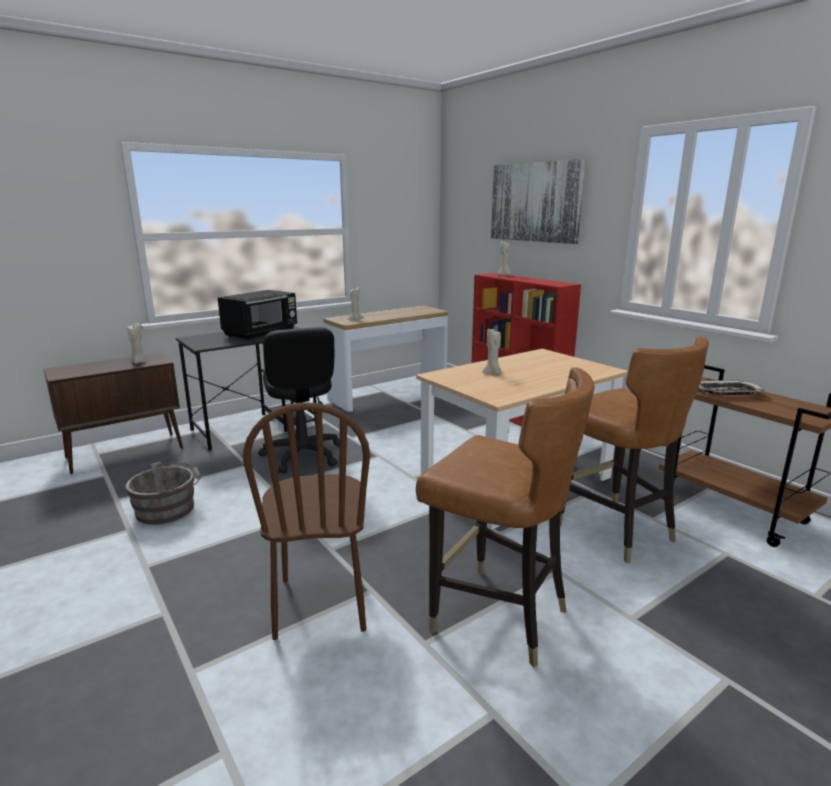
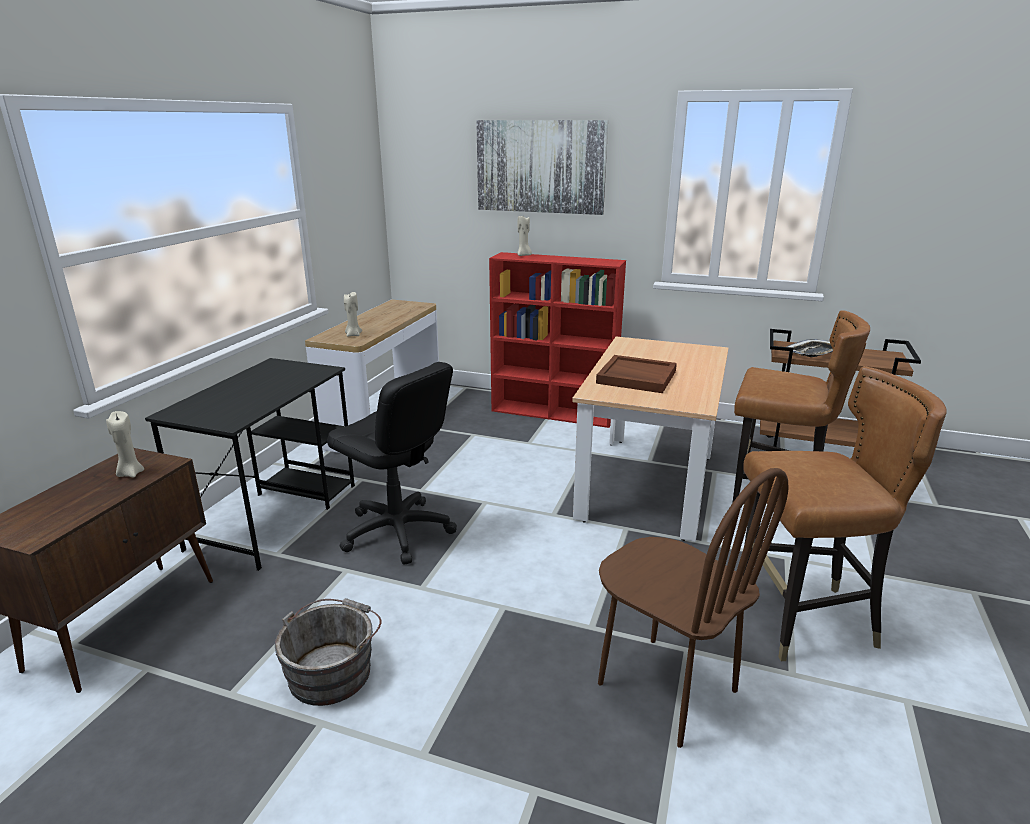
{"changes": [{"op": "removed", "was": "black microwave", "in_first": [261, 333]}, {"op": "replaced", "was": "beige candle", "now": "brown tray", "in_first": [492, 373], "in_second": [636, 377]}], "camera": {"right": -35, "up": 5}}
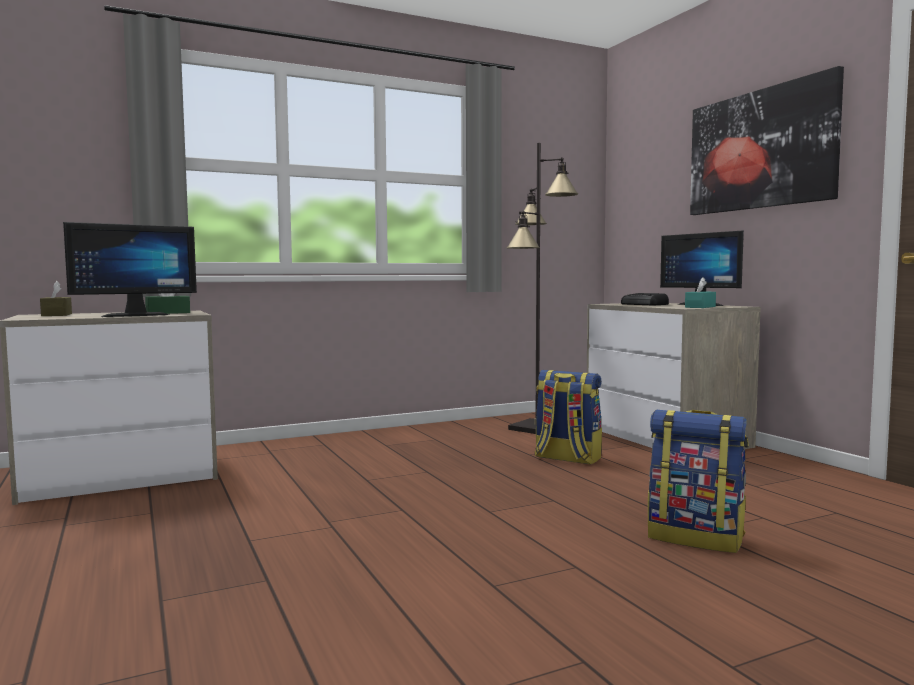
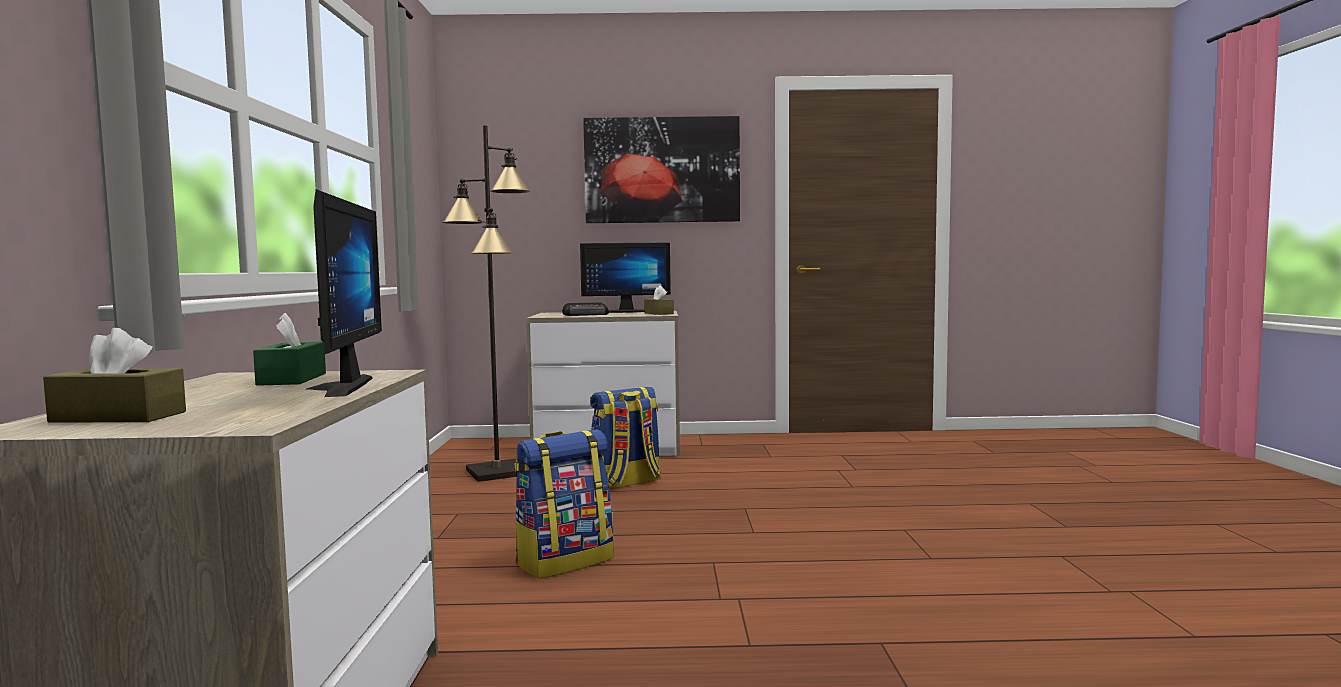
{"changes": [{"op": "recoloured", "was": "turquoise tissue box", "now": "brown tissue box", "in_first": [700, 307], "in_second": [658, 313]}, {"op": "moved", "was": "backpack", "in_first": [696, 537], "in_second": [565, 561]}], "camera": {"right": -65, "up": 0}}
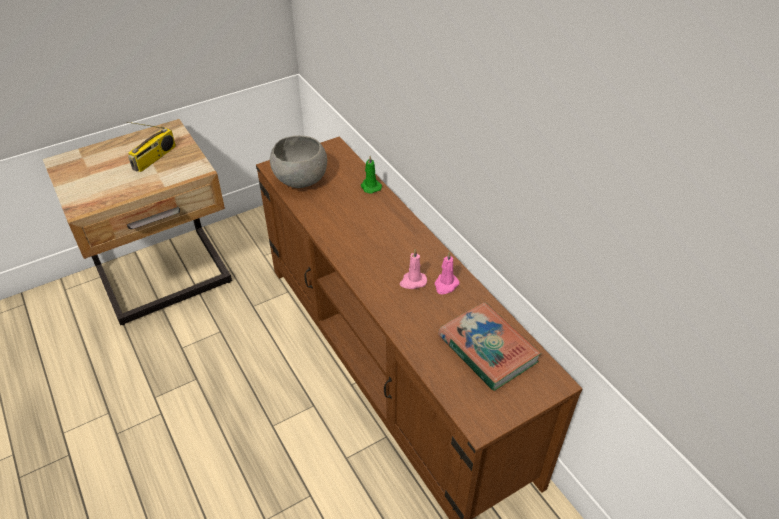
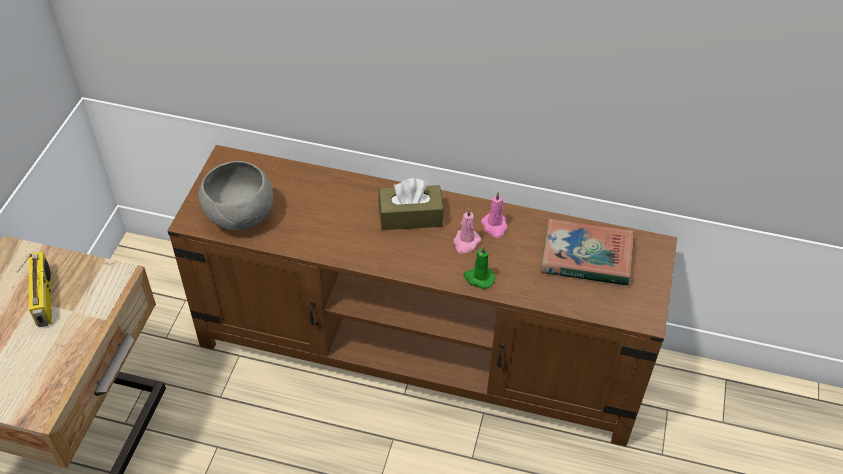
{"changes": [{"op": "moved", "was": "green candle", "in_first": [370, 186], "in_second": [478, 278]}, {"op": "added", "now": "brown tissue box", "in_second": [410, 216]}], "camera": {"right": -45, "up": 5}}
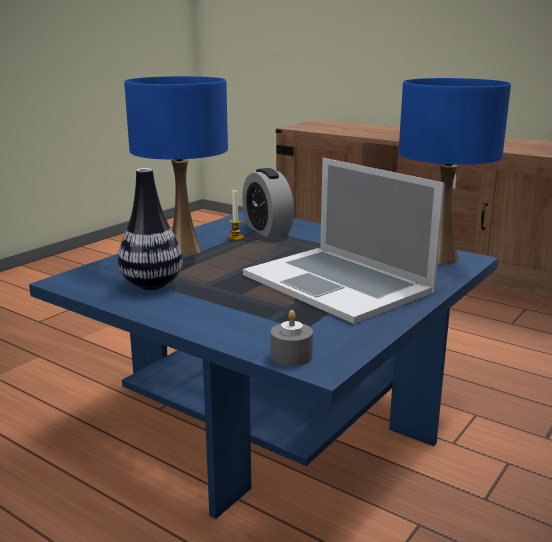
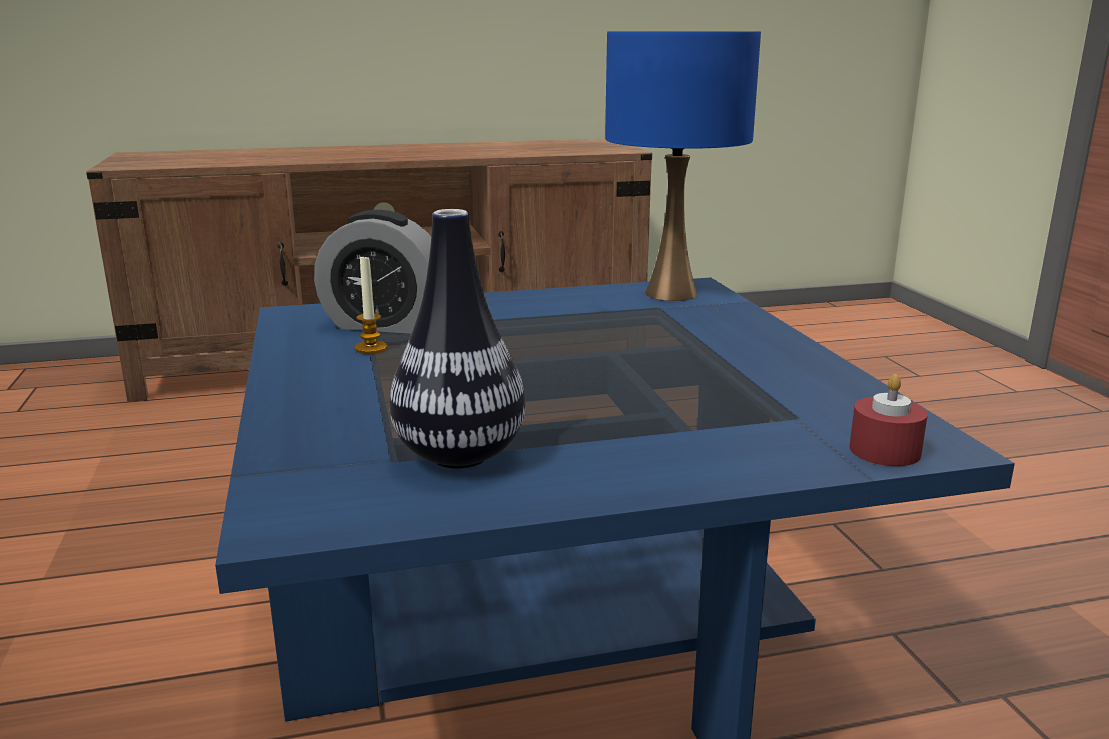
{"changes": [{"op": "removed", "was": "blue table lamp", "in_first": [183, 250]}, {"op": "removed", "was": "laptop", "in_first": [337, 283]}, {"op": "recoloured", "was": "grey candle", "now": "red candle", "in_first": [291, 356], "in_second": [884, 451]}], "camera": {"right": -50, "up": 0}}
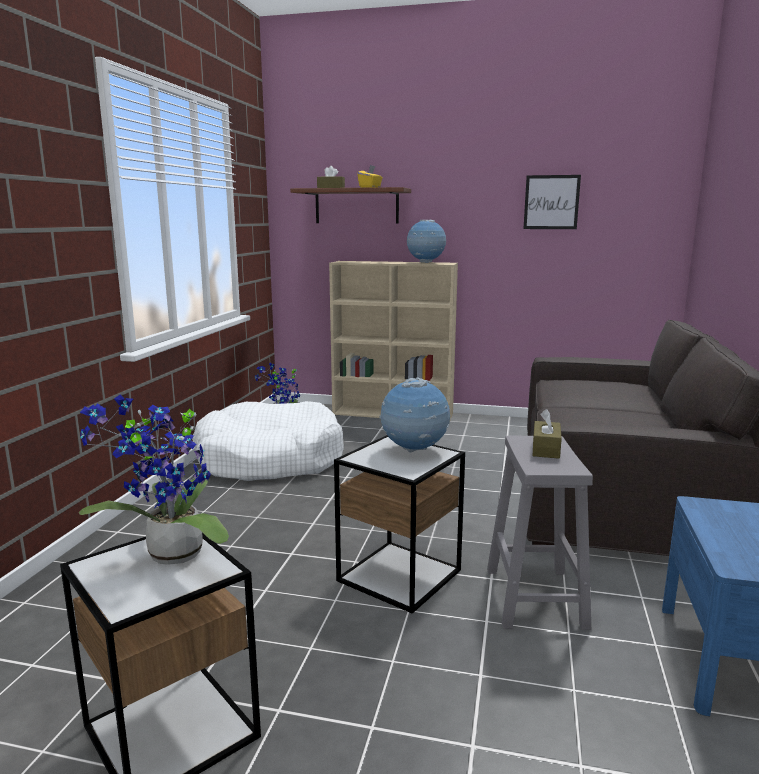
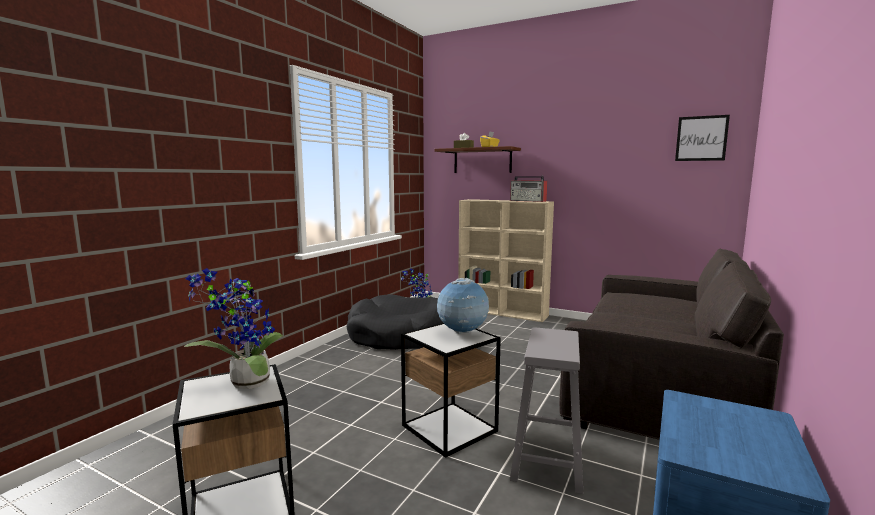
{"changes": [{"op": "moved", "was": "picture", "in_first": [551, 202], "in_second": [701, 138]}, {"op": "replaced", "was": "globe", "now": "radio", "in_first": [425, 263], "in_second": [528, 201]}, {"op": "recoloured", "was": "white dog bed", "now": "black dog bed", "in_first": [270, 459], "in_second": [399, 336]}, {"op": "removed", "was": "brown tissue box", "in_first": [546, 449]}], "camera": {"right": 15, "up": -5}}
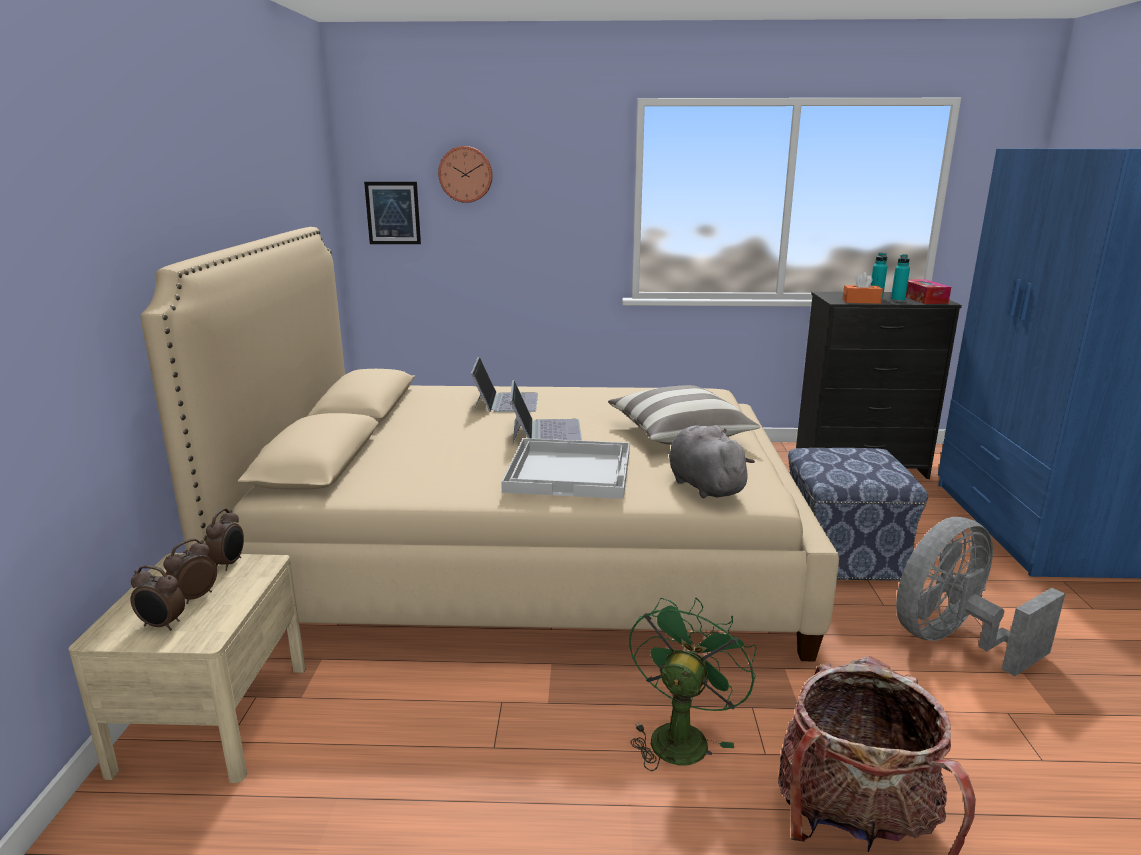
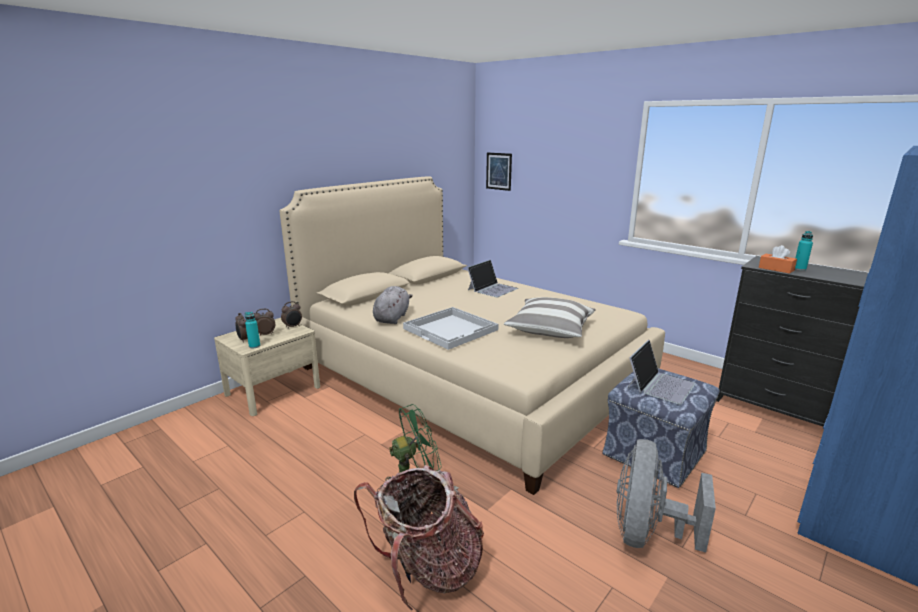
{"changes": [{"op": "removed", "was": "wall clock", "in_first": [466, 174]}, {"op": "moved", "was": "turquoise bottle", "in_first": [897, 300], "in_second": [254, 346]}, {"op": "removed", "was": "tissue box", "in_first": [923, 299]}, {"op": "moved", "was": "laptop", "in_first": [545, 431], "in_second": [660, 385]}, {"op": "moved", "was": "grey plush toy", "in_first": [703, 485], "in_second": [392, 318]}, {"op": "turned", "was": "grey fan", "in_first": [953, 640], "in_second": [648, 533], "clockwise": -75}], "camera": {"right": 40, "up": 0}}
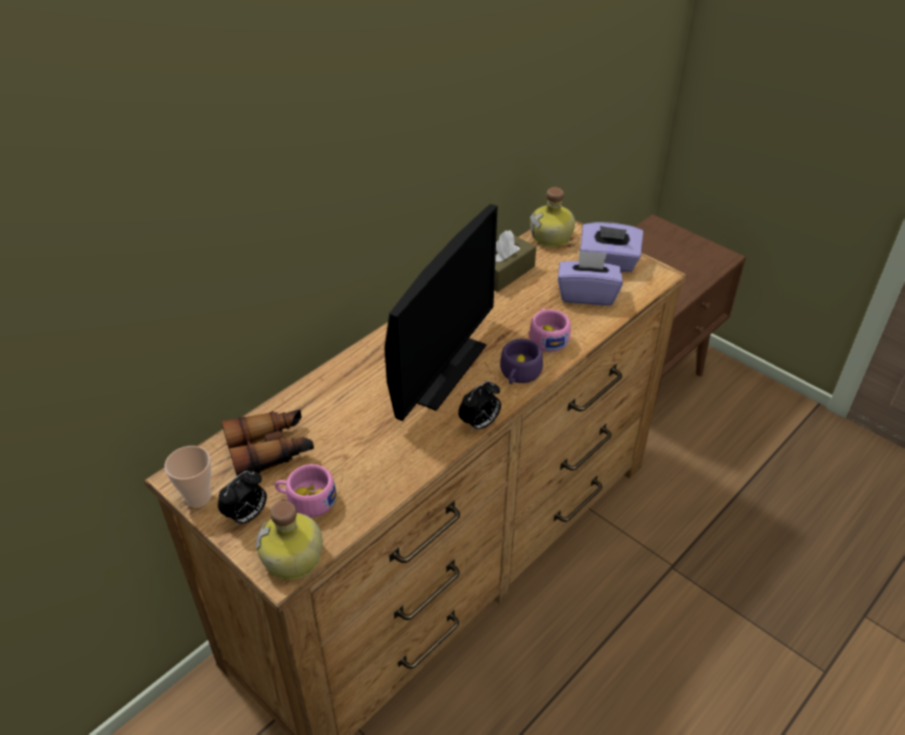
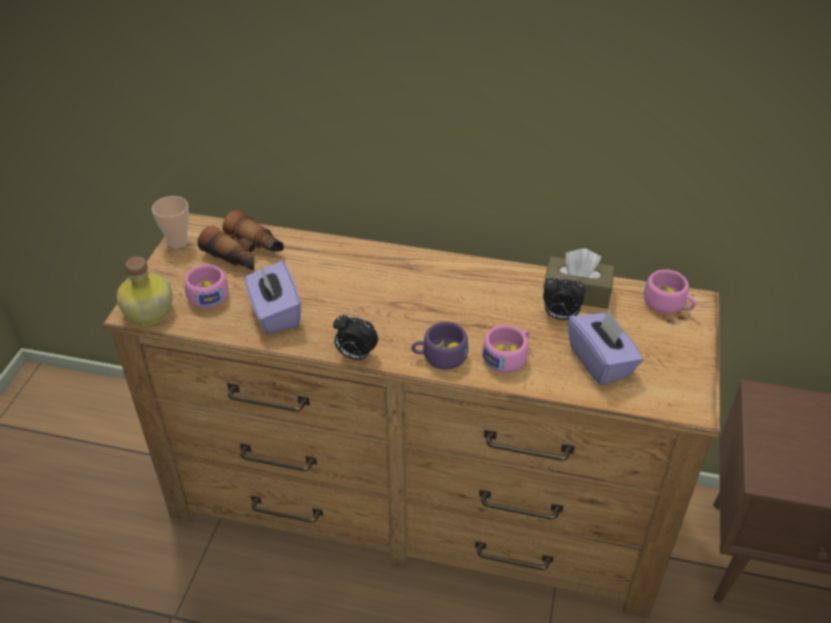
{"changes": [{"op": "replaced", "was": "bottle", "now": "pink cup", "in_first": [552, 237], "in_second": [668, 304]}, {"op": "removed", "was": "monitor", "in_first": [441, 369]}, {"op": "moved", "was": "purple tissue box", "in_first": [608, 262], "in_second": [275, 313]}, {"op": "moved", "was": "alarm clock", "in_first": [247, 516], "in_second": [560, 316]}], "camera": {"right": 60, "up": 0}}
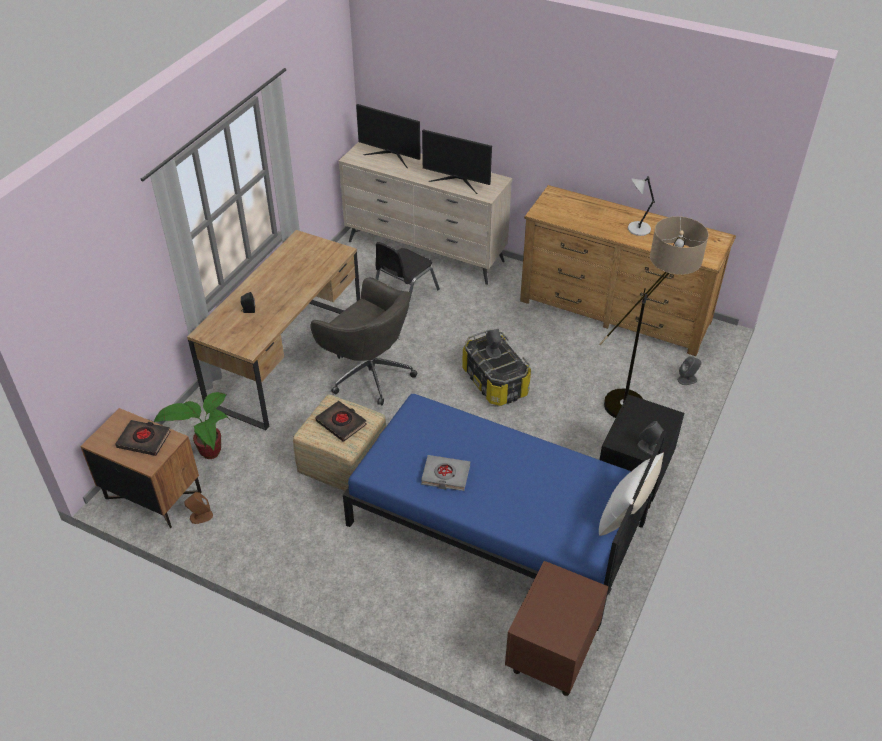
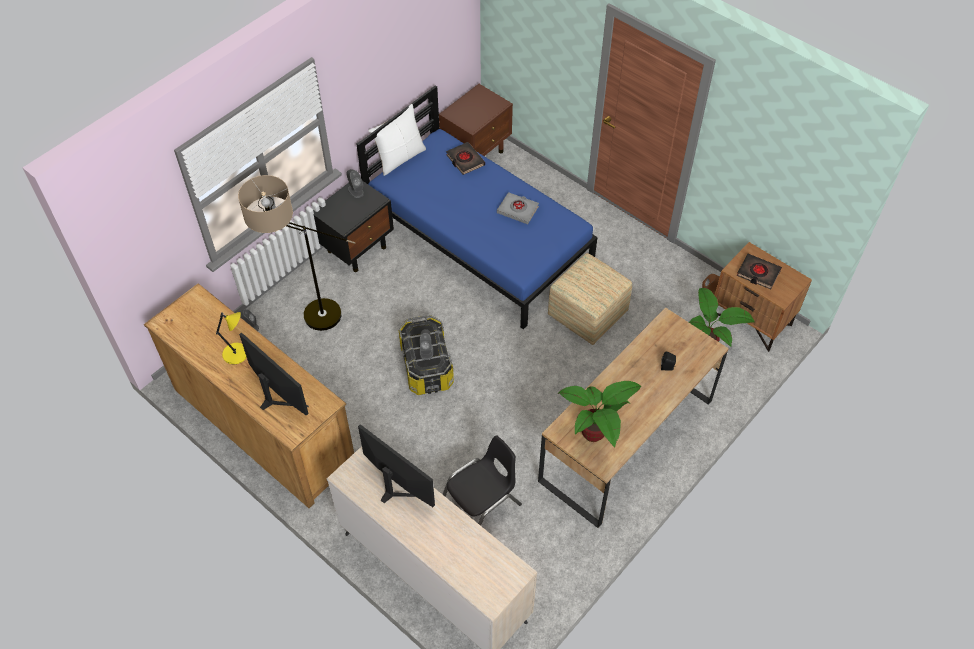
{"changes": [{"op": "moved", "was": "monitor", "in_first": [391, 156], "in_second": [276, 396]}, {"op": "recoloured", "was": "grey table lamp", "now": "yellow table lamp", "in_first": [637, 229], "in_second": [237, 354]}, {"op": "removed", "was": "grey office chair", "in_first": [369, 373]}, {"op": "moved", "was": "black book", "in_first": [341, 423], "in_second": [465, 160]}, {"op": "added", "now": "potted plant", "in_second": [595, 437]}], "camera": {"right": -165, "up": 10}}
